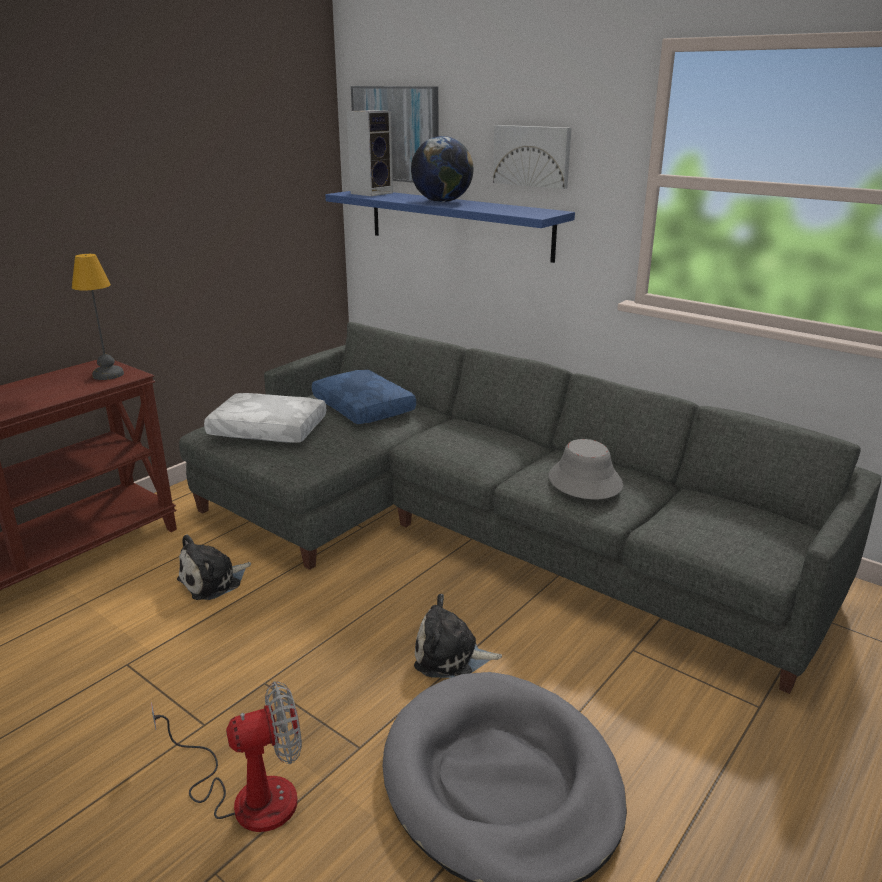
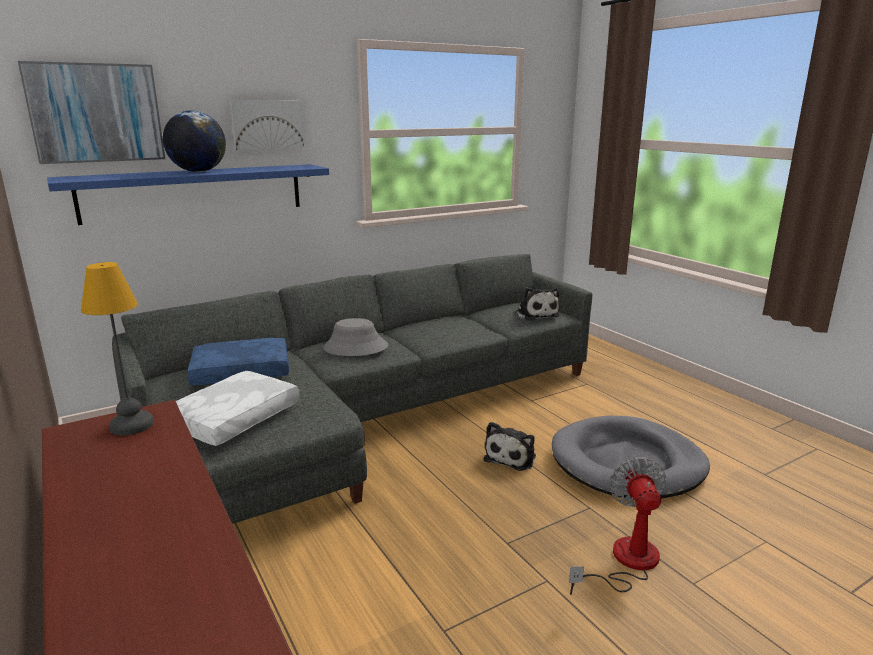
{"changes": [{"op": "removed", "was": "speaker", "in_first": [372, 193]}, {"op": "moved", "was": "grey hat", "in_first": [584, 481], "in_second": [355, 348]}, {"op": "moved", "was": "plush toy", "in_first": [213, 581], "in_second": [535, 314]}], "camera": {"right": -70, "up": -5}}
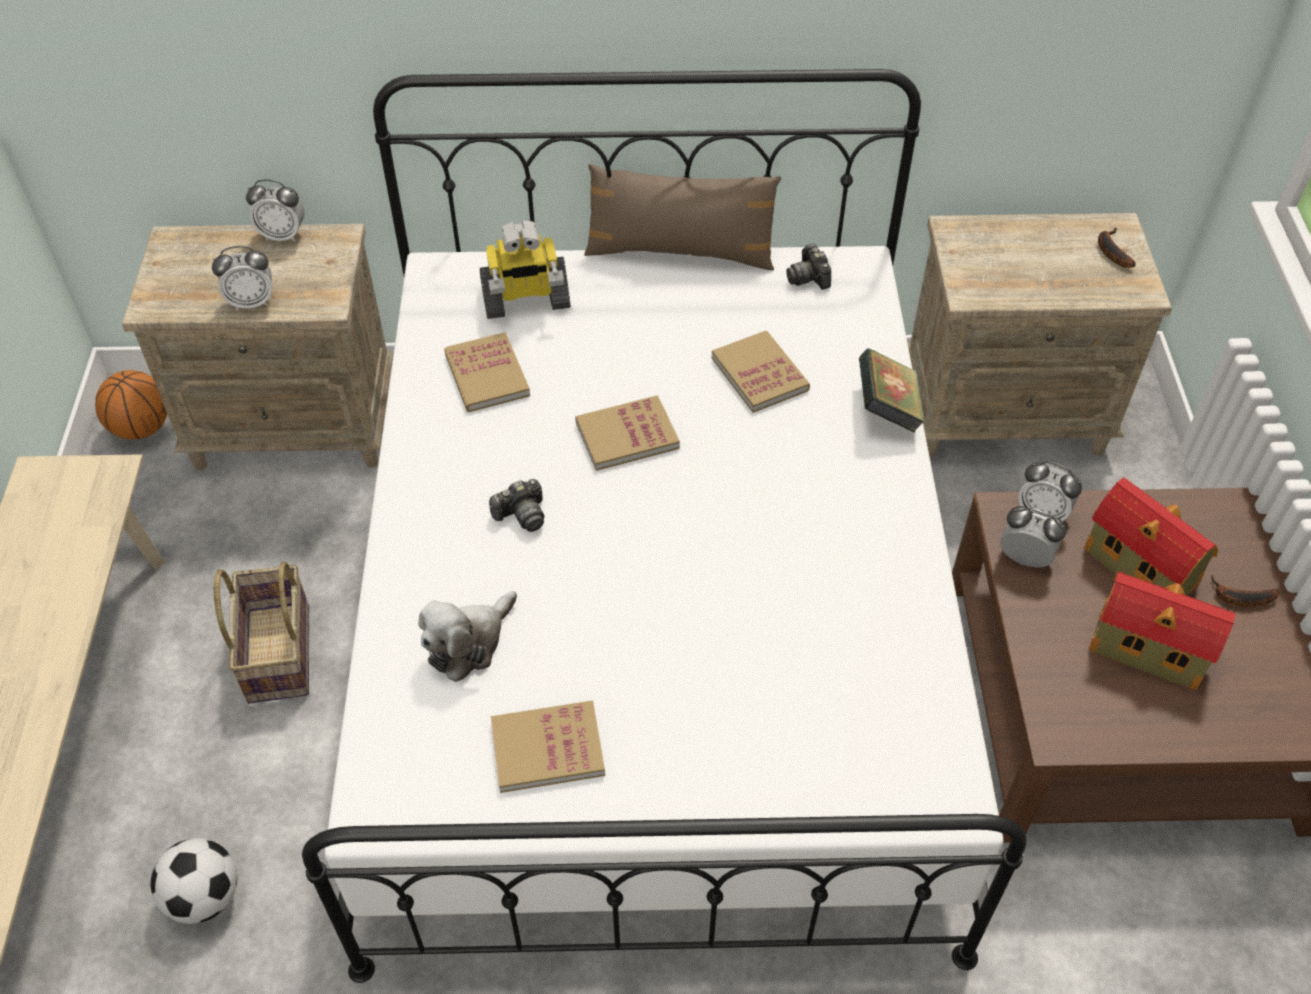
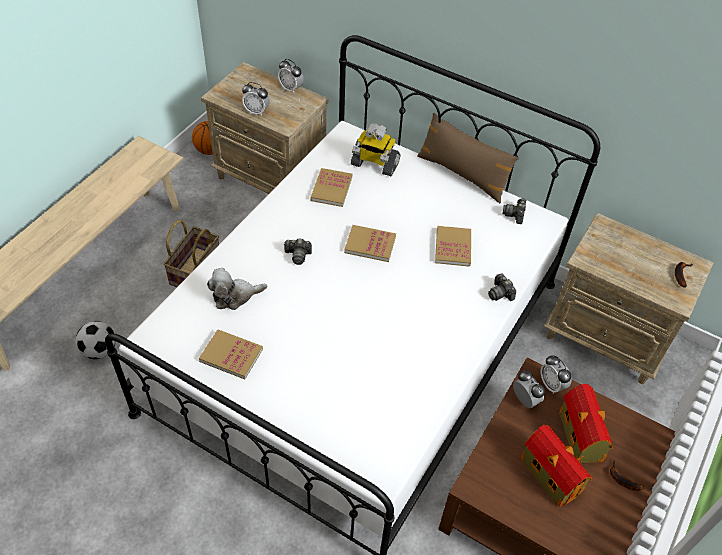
{"changes": [{"op": "replaced", "was": "book", "now": "photo camera", "in_first": [887, 409], "in_second": [500, 293]}], "camera": {"right": 30, "up": 0}}
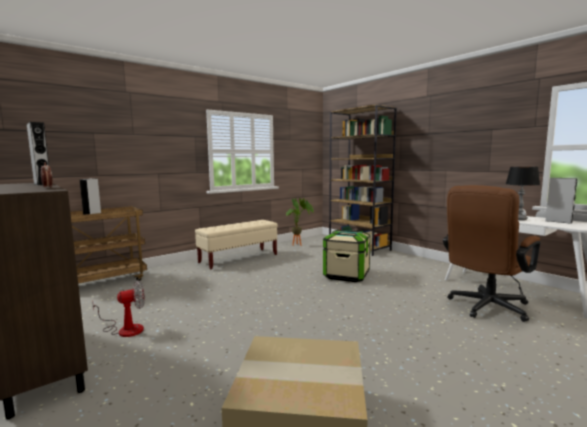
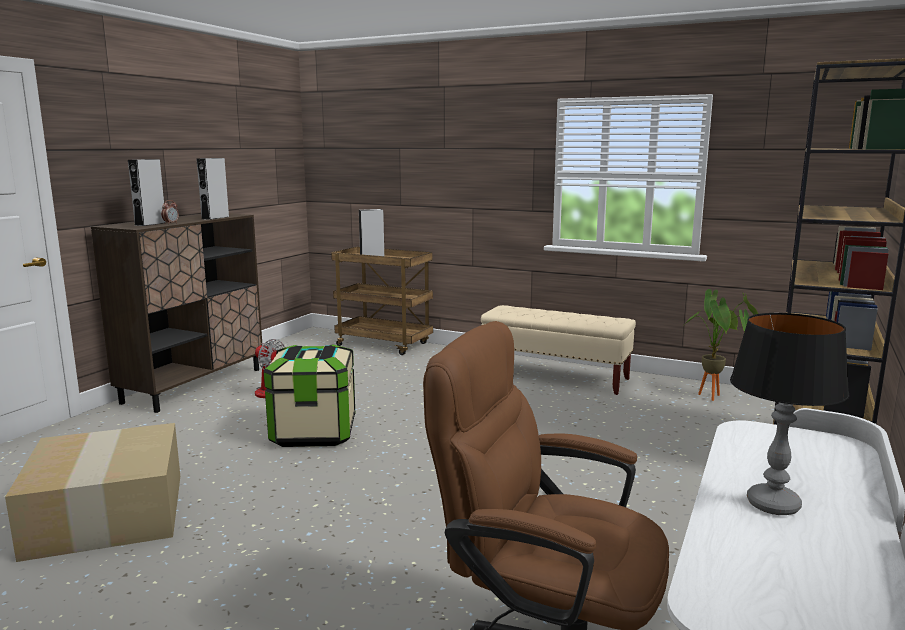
{"changes": [{"op": "moved", "was": "grey speaker", "in_first": [558, 221], "in_second": [150, 224]}, {"op": "moved", "was": "storage box", "in_first": [346, 275], "in_second": [314, 432]}], "camera": {"right": 65, "up": 5}}
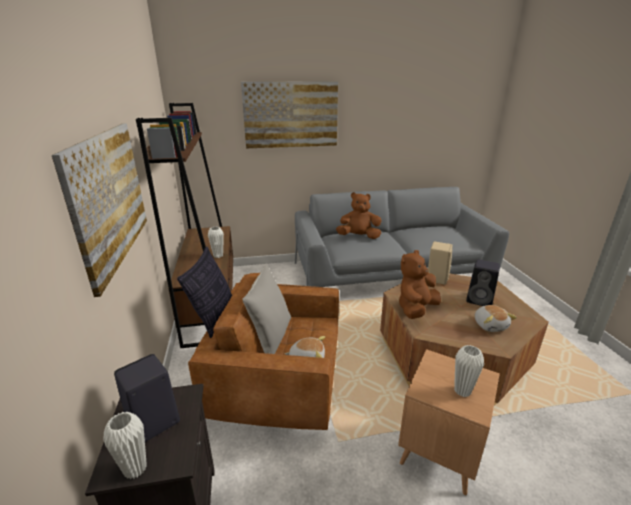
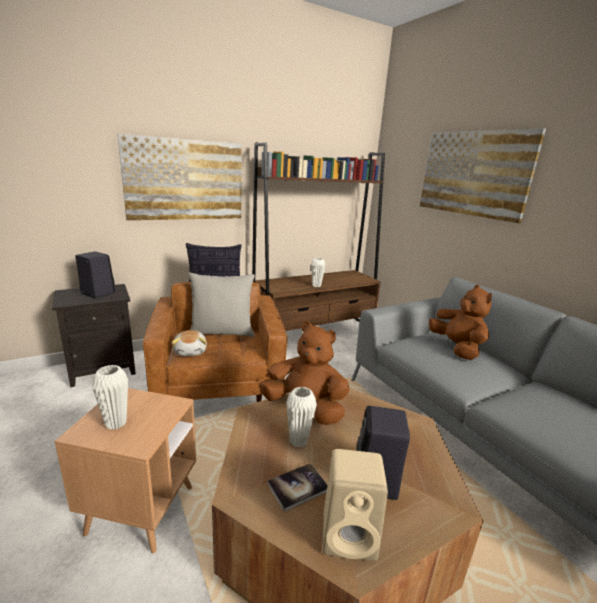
{"changes": [{"op": "moved", "was": "beige speaker", "in_first": [437, 278], "in_second": [351, 535]}, {"op": "replaced", "was": "plush toy", "now": "book", "in_first": [490, 325], "in_second": [298, 487]}, {"op": "moved", "was": "white vase", "in_first": [135, 469], "in_second": [298, 441]}], "camera": {"right": 70, "up": -5}}
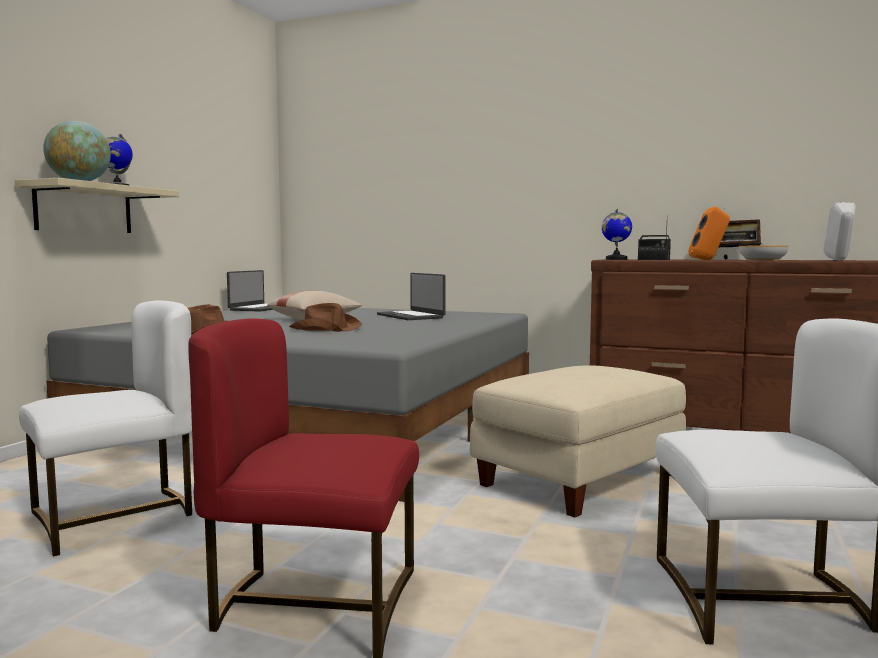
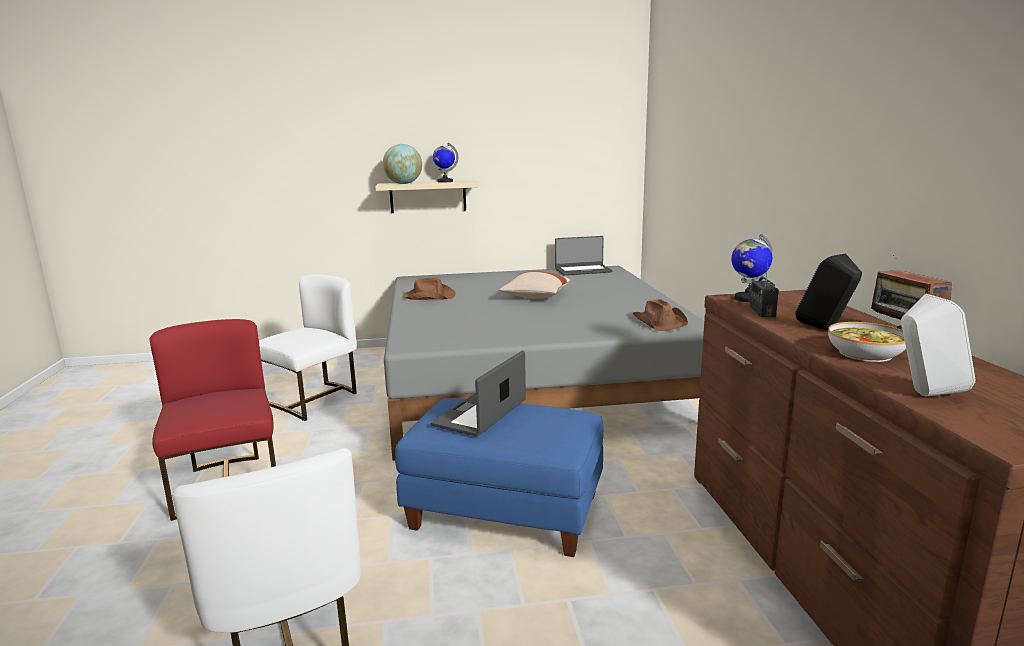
{"changes": [{"op": "recoloured", "was": "orange speaker", "now": "black speaker", "in_first": [708, 259], "in_second": [825, 330]}, {"op": "moved", "was": "laptop", "in_first": [411, 316], "in_second": [481, 414]}, {"op": "turned", "was": "white chair", "in_first": [115, 517], "in_second": [313, 399], "clockwise": -75}, {"op": "moved", "was": "brown hat", "in_first": [325, 329], "in_second": [660, 322]}, {"op": "recoloured", "was": "beige ottoman", "now": "blue ottoman", "in_first": [580, 480], "in_second": [504, 512]}], "camera": {"right": 60, "up": 10}}
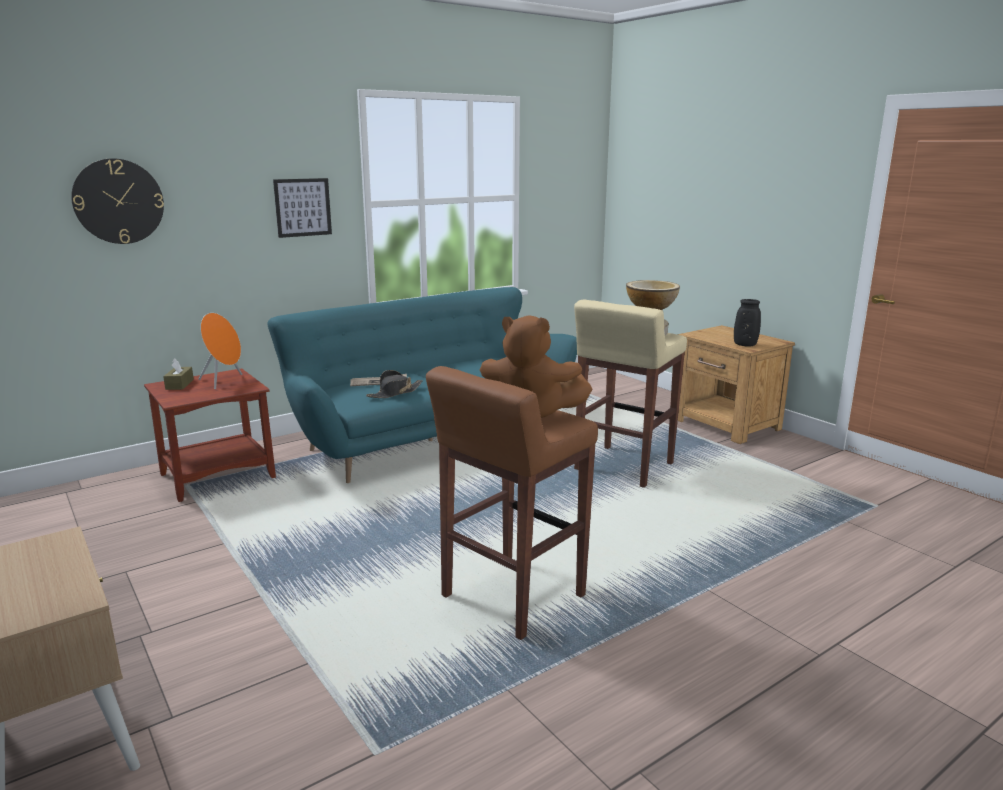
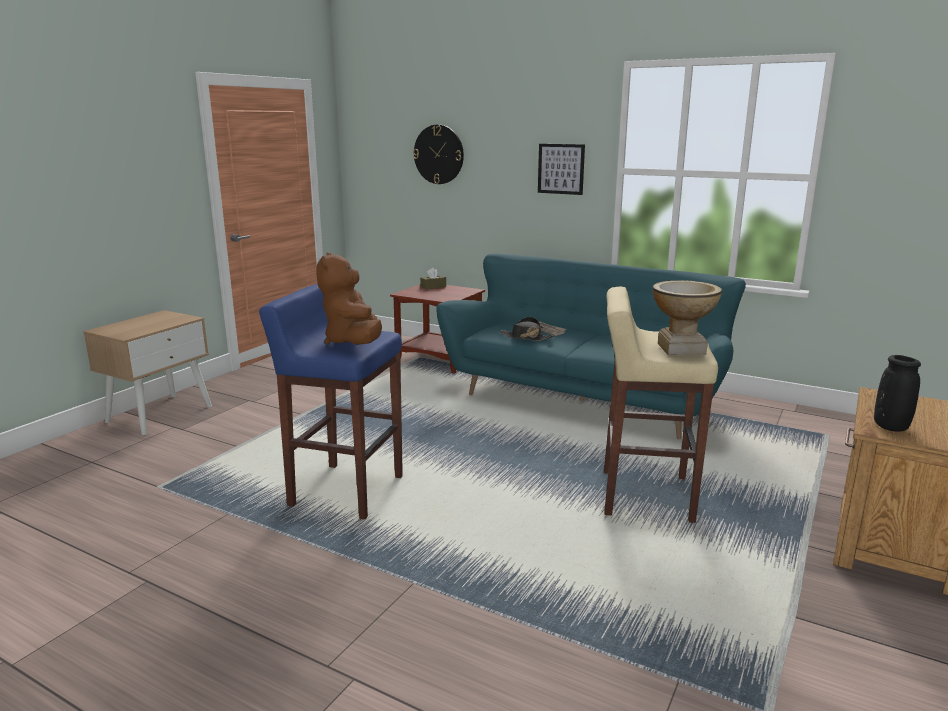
{"changes": [{"op": "removed", "was": "orange speaker", "in_first": [223, 381]}, {"op": "recoloured", "was": "brown stool", "now": "blue stool", "in_first": [511, 596], "in_second": [345, 490]}], "camera": {"right": 65, "up": 0}}
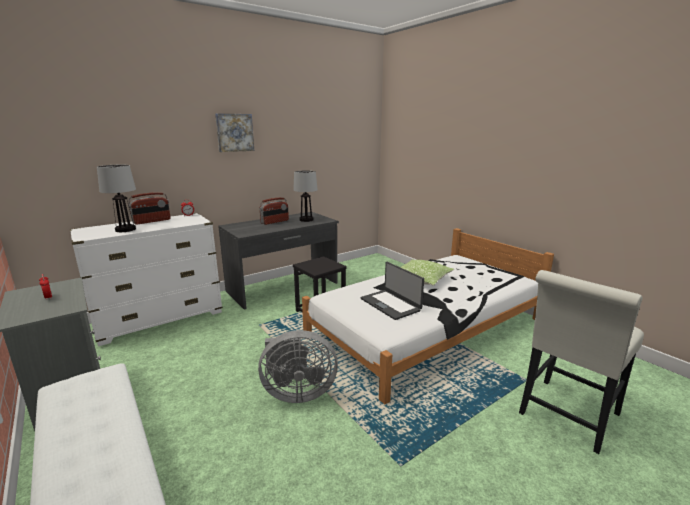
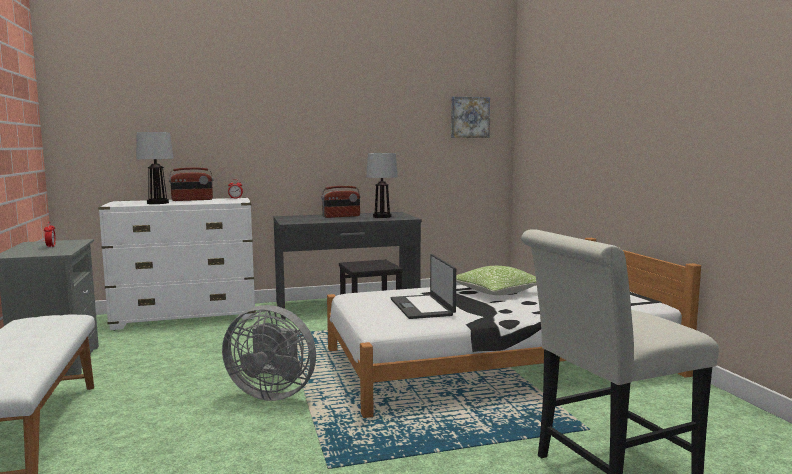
{"changes": [{"op": "moved", "was": "picture", "in_first": [234, 132], "in_second": [469, 117]}], "camera": {"right": 20, "up": -10}}
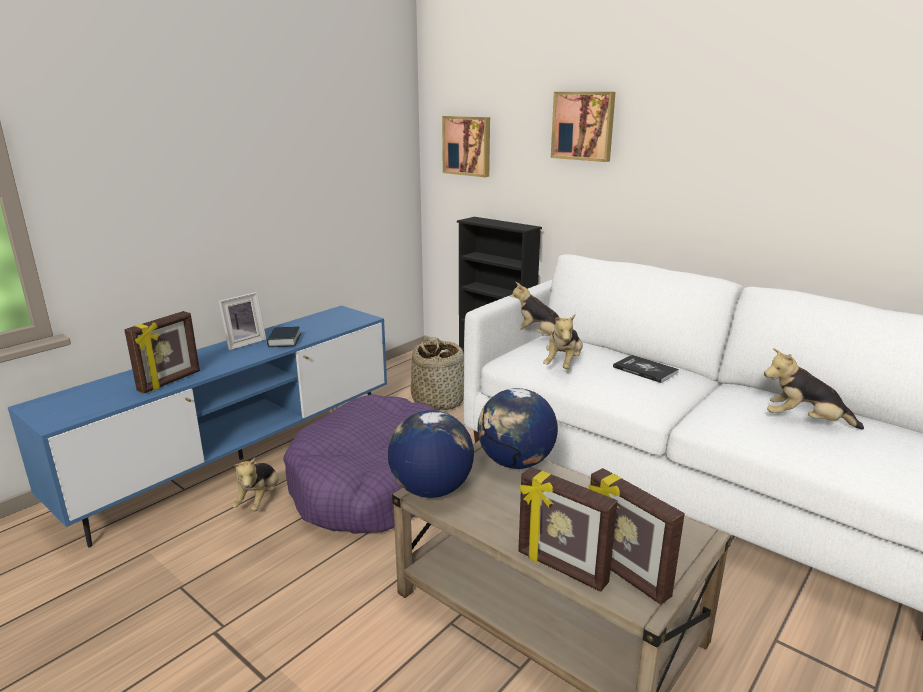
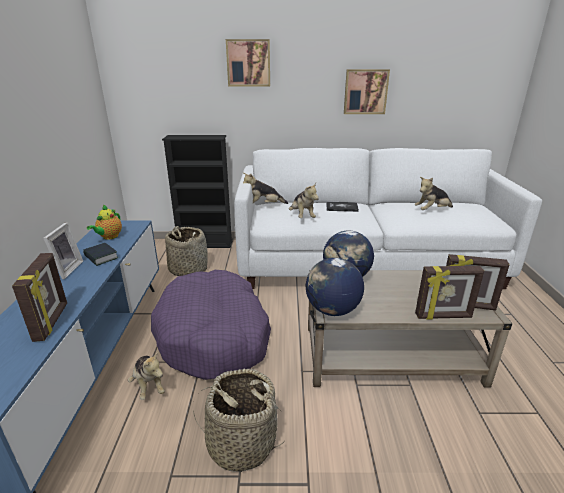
{"changes": [{"op": "moved", "was": "picture", "in_first": [467, 145], "in_second": [365, 91]}, {"op": "added", "now": "teapot", "in_second": [109, 237]}, {"op": "added", "now": "basket", "in_second": [241, 443]}], "camera": {"right": -40, "up": 5}}
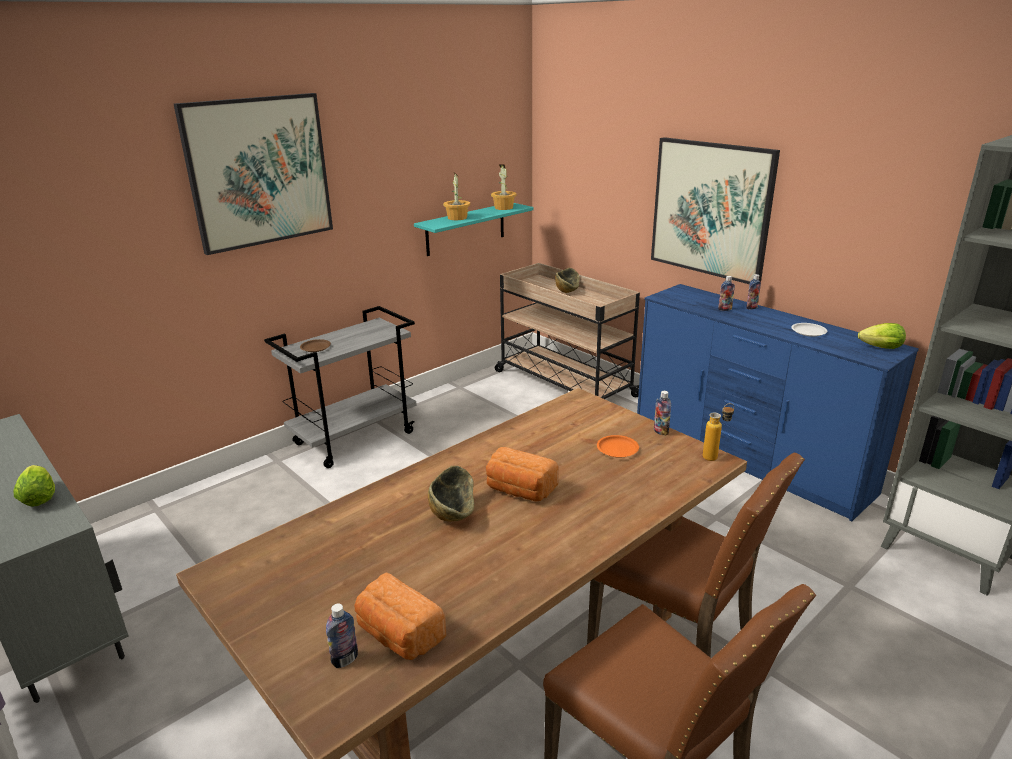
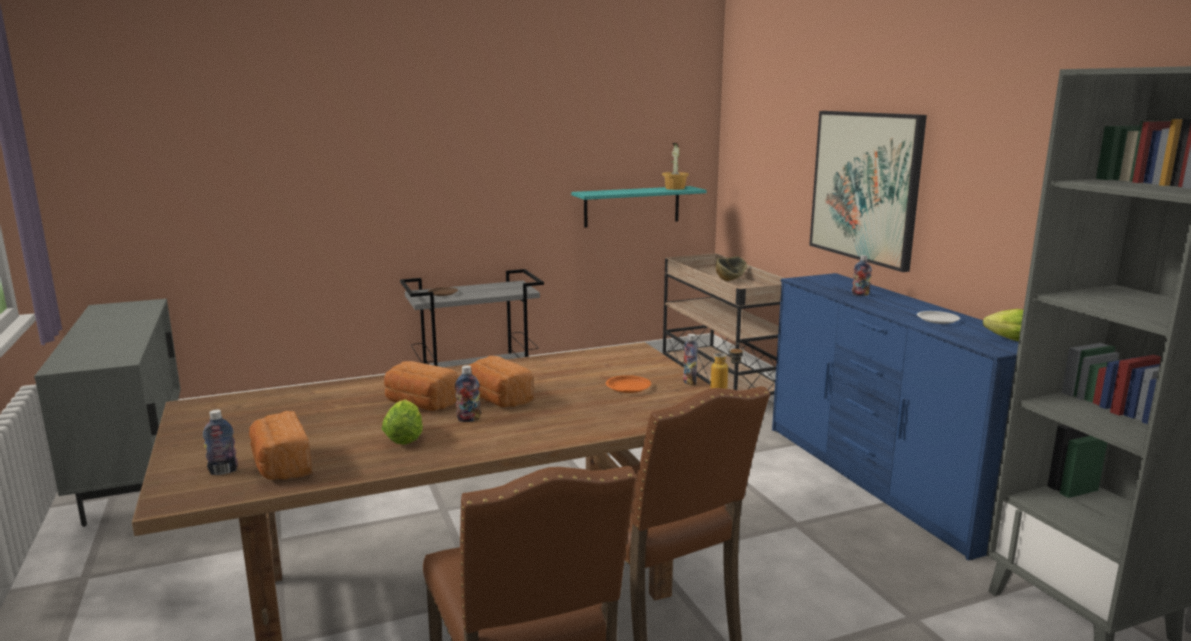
{"changes": [{"op": "removed", "was": "picture", "in_first": [259, 172]}, {"op": "removed", "was": "potted plant", "in_first": [457, 218]}, {"op": "moved", "was": "bottle", "in_first": [751, 307], "in_second": [468, 419]}, {"op": "moved", "was": "lettuce", "in_first": [39, 497], "in_second": [405, 437]}, {"op": "replaced", "was": "bowl", "now": "bread", "in_first": [453, 514], "in_second": [420, 404]}], "camera": {"right": 20, "up": -10}}
